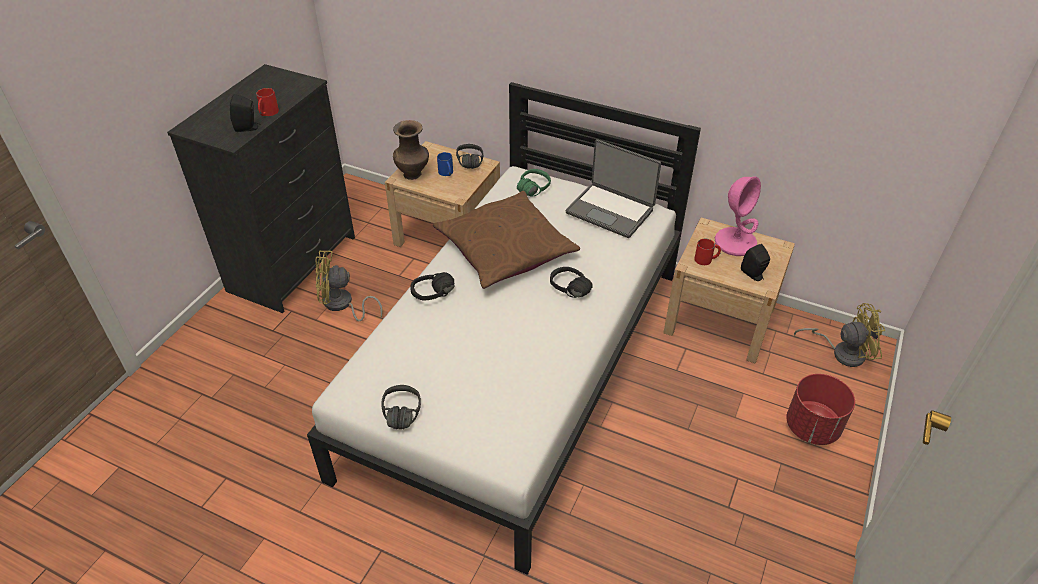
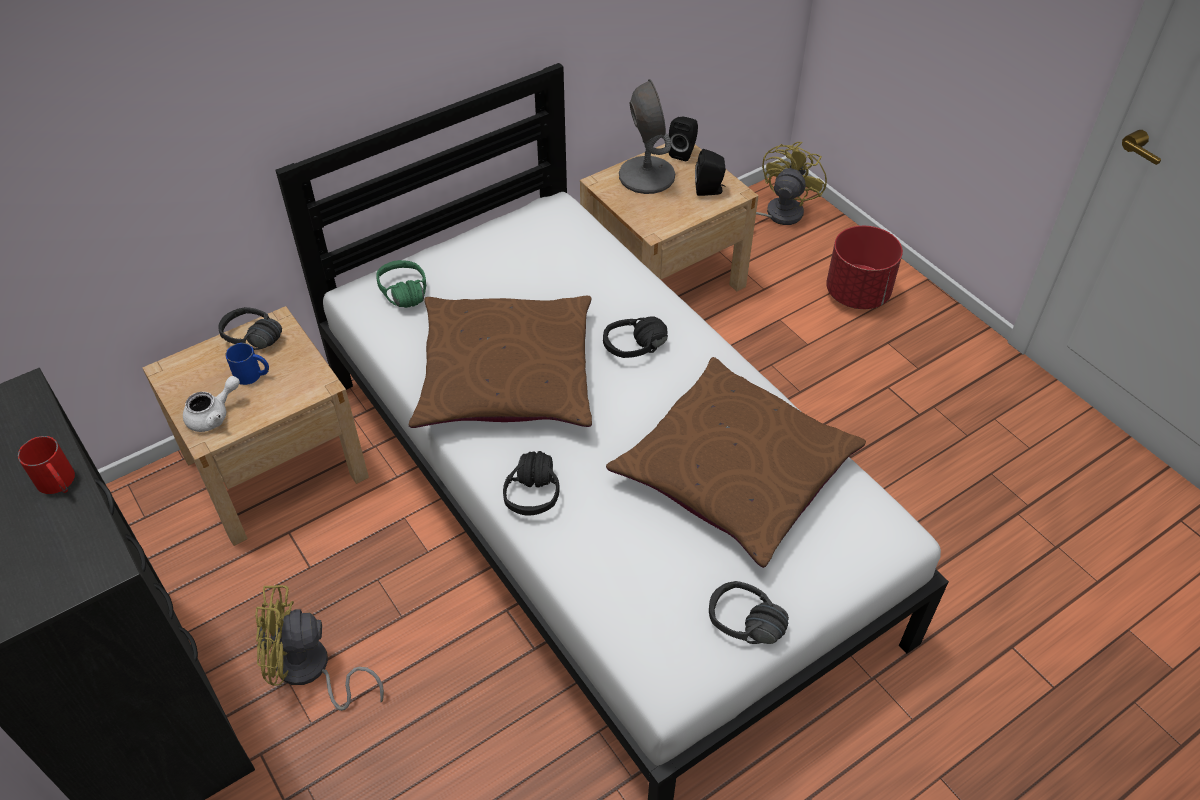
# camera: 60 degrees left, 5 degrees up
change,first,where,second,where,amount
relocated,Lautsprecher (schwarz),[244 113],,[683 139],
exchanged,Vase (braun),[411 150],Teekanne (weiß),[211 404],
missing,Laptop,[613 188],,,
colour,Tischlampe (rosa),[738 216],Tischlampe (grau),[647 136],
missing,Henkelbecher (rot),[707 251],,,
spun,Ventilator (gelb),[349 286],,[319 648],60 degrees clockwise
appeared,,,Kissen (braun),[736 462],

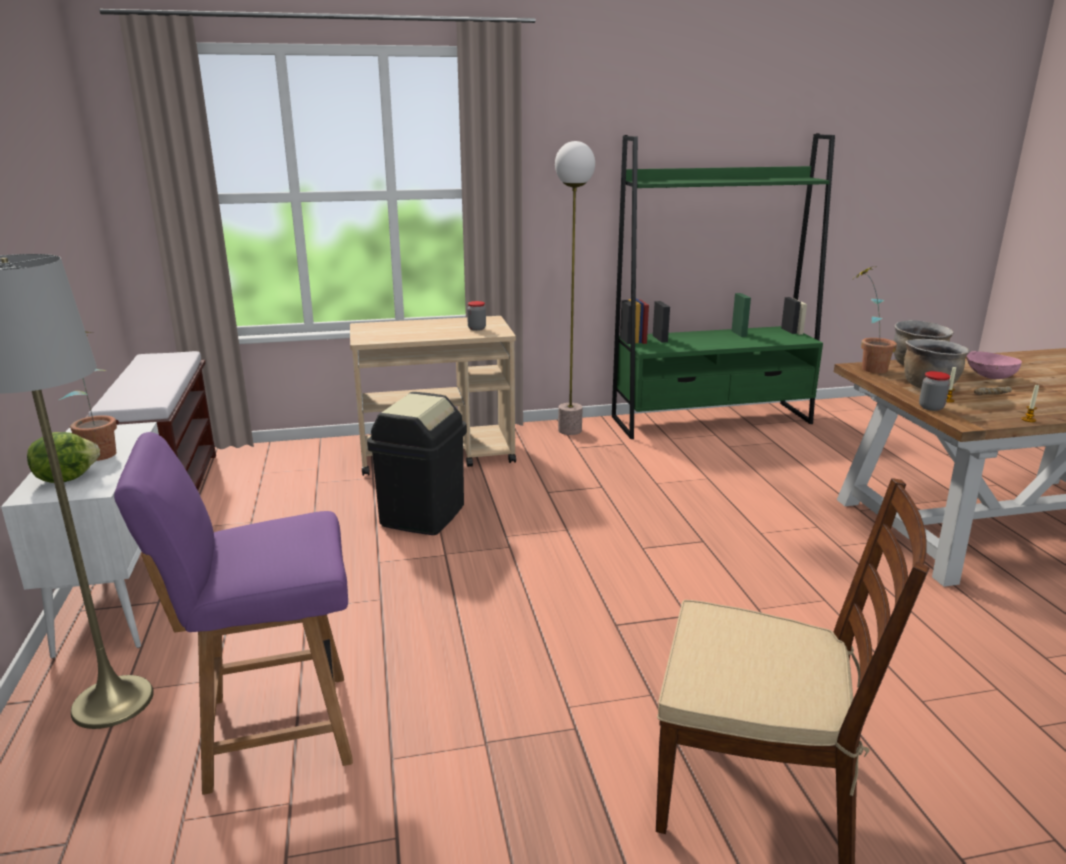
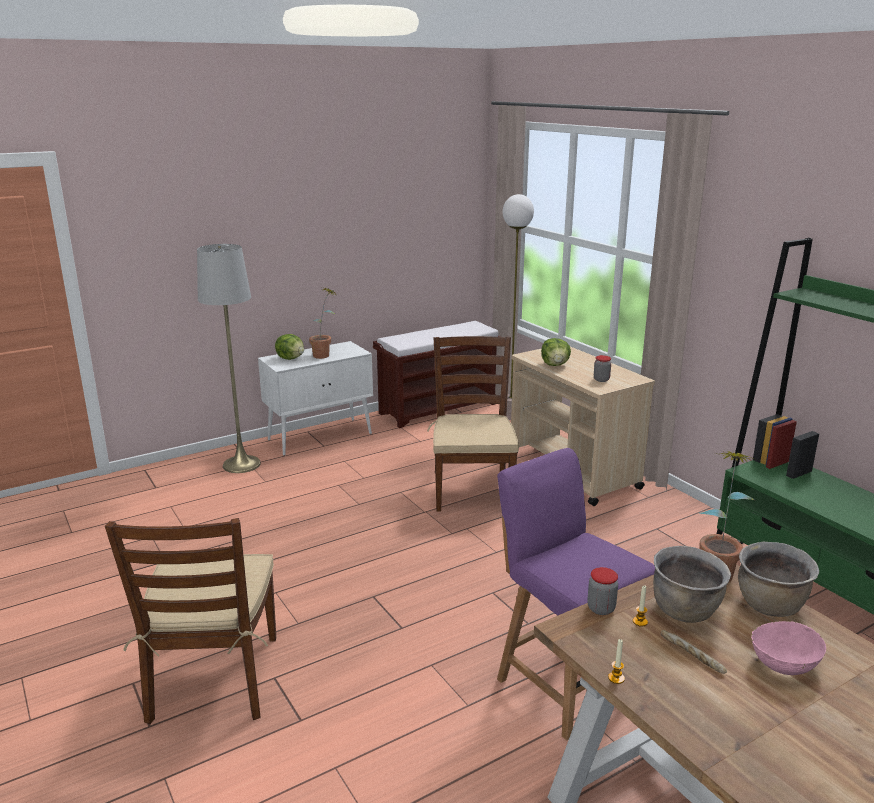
# camera: 70 degrees right, 0 degrees up
change,first,where,second,where,amount
relocated,Stehlampe,[575 288],,[518 307],
exchanged,Mülleimer (schwarz),[417 463],Stuhl (braun),[473 424],
relocated,Stuhl (lila),[233 613],,[576 594],
appeared,,,Salatkopf,[556 352],

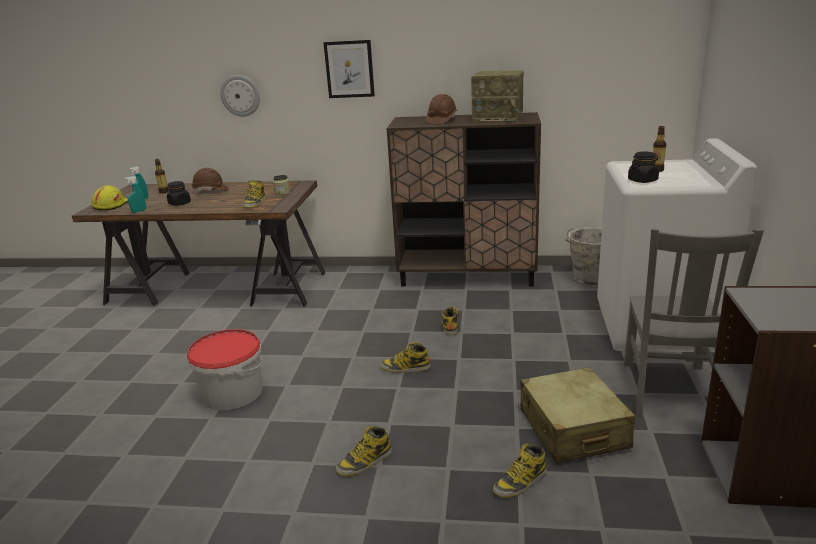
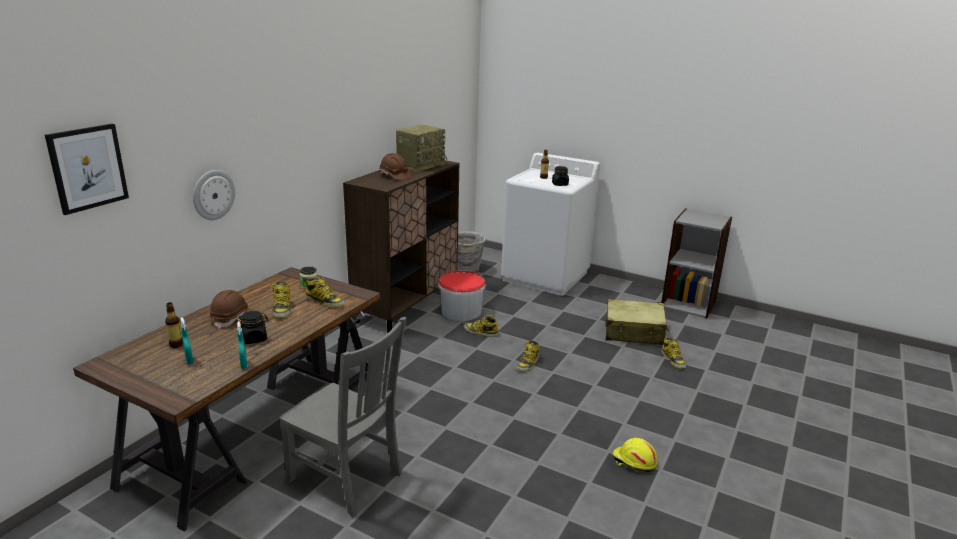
# camera: 70 degrees left, 0 degrees up
change,first,where,second,where,amount
relocated,Bild,[349 69],,[87 169],
relocated,Schutzhelm (gelb),[109 198],,[635 455],
relocated,Stuhl (grau),[694 322],,[343 417],
relocated,Eimer,[225 369],,[462 295],
relocated,Stiefel,[363 451],,[281 300],

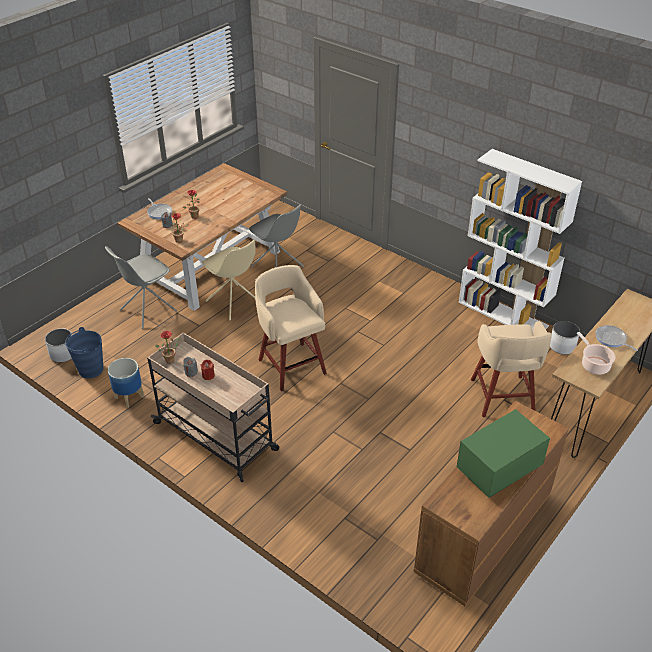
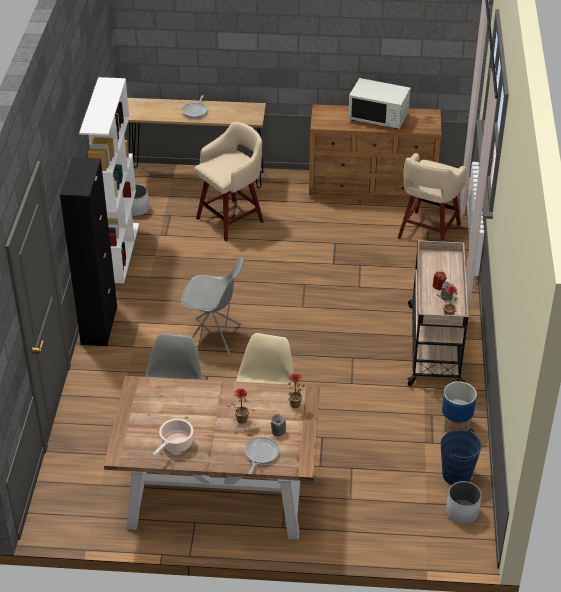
# camera: 125 degrees left, 0 degrees up
change,first,where,second,where,amount
relocated,Stuhl (grau),[141 287],,[212 306],
relocated,Hocker (beige),[291 328],,[432 196],
relocated,Kochtopf,[596 353],,[173 437],
colour,Mikrowelle (grün),[503 453],Mikrowelle (weiß),[379 103],
appeared,,,Schrank (schwarz),[88 251],

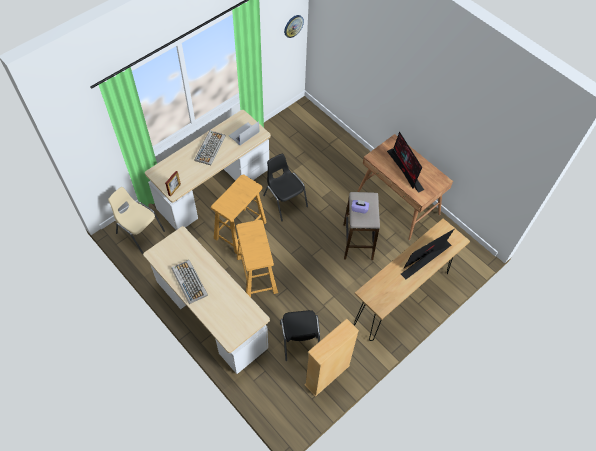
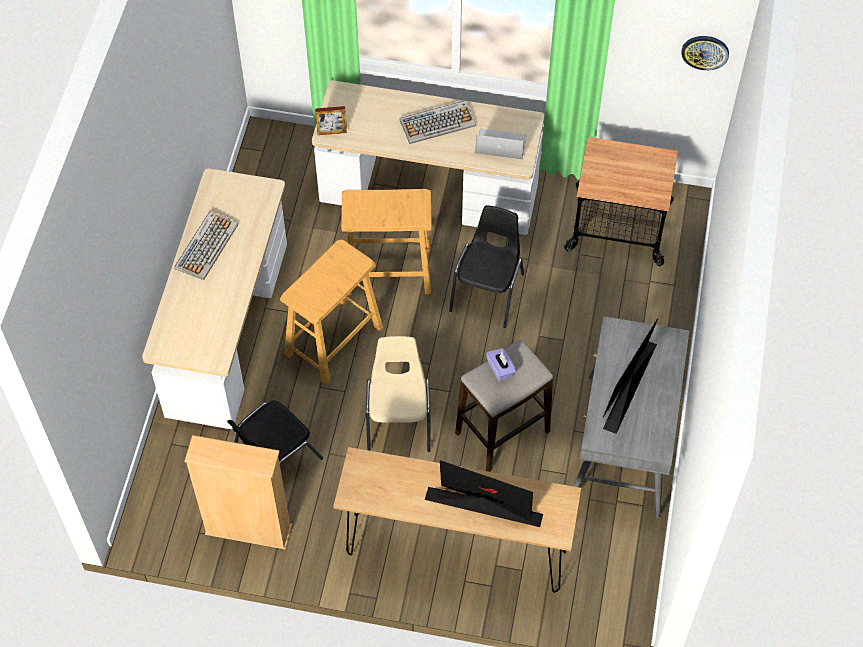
# camera: 55 degrees right, 0 degrees up
change,first,where,second,where,amount
colour,Schreibtisch (braun),[405 187],Schreibtisch (grau),[631 417],
relocated,Stuhl (beige),[136 220],,[398 394],
appeared,,,Rollwagen,[621 201],

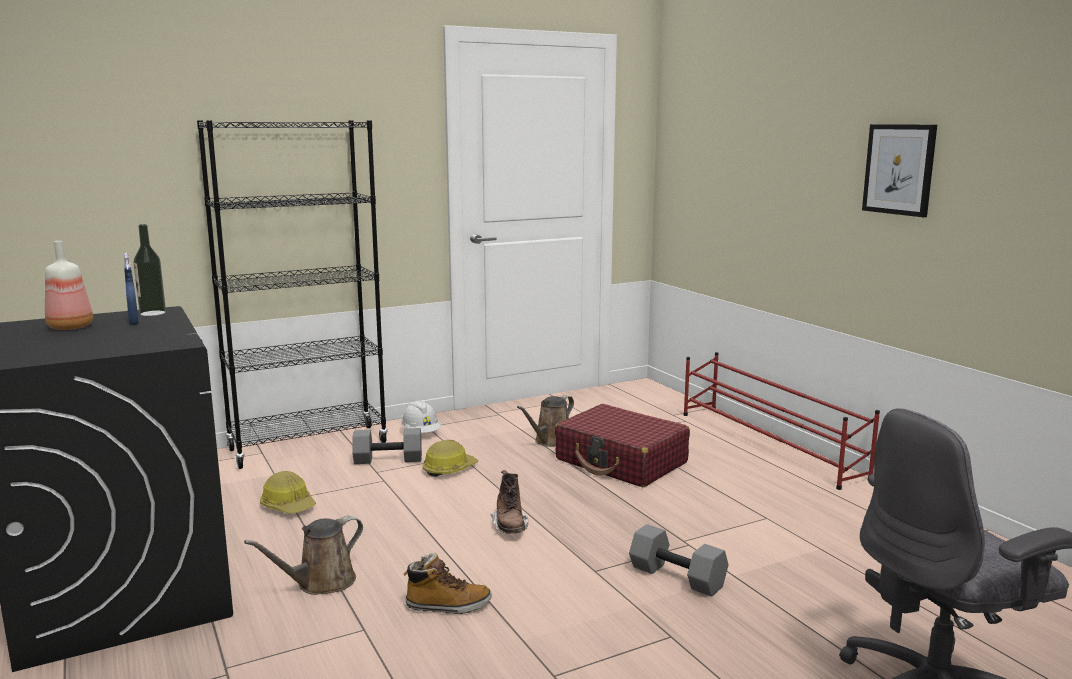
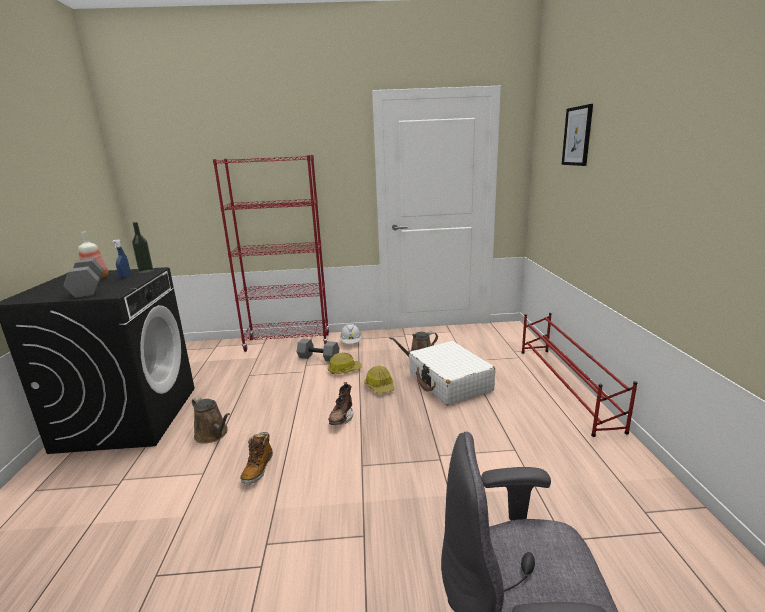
# camera: 25 degrees right, 5 degrees up
change,first,where,second,where,amount
colour,Bücherregal (schwarz),[292 294],Bücherregal (rot),[271 253],
relocated,Bild,[899 170],,[577 135],
colour,Koffer (rot),[622 445],Koffer (weiß),[452 373],
relocated,Schutzhelm,[288 492],,[379 379],
spun,Gießkanne (braun),[303 555],,[211 420],120 degrees counterclockwise
relocated,Hantel (grau),[678 560],,[84 278],
spun,Stiefel,[447 583],,[256 458],75 degrees clockwise

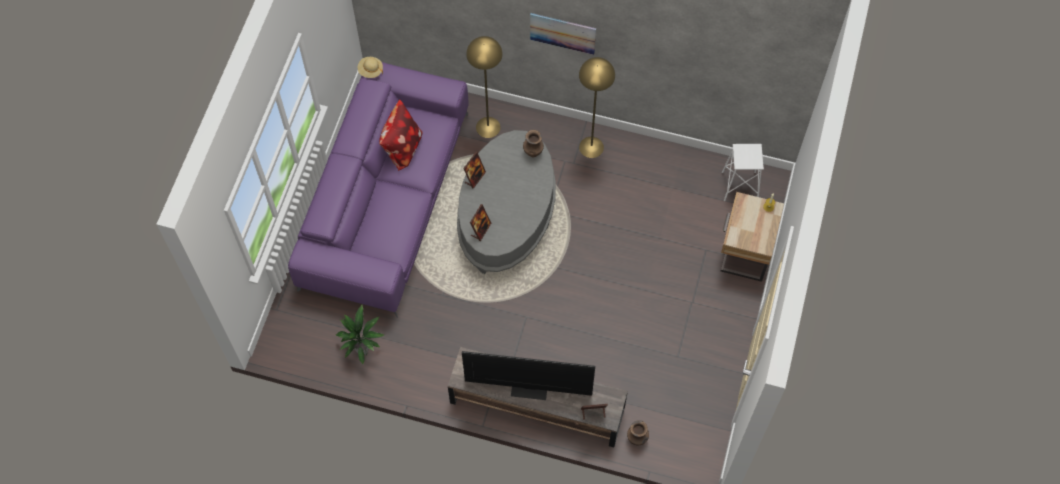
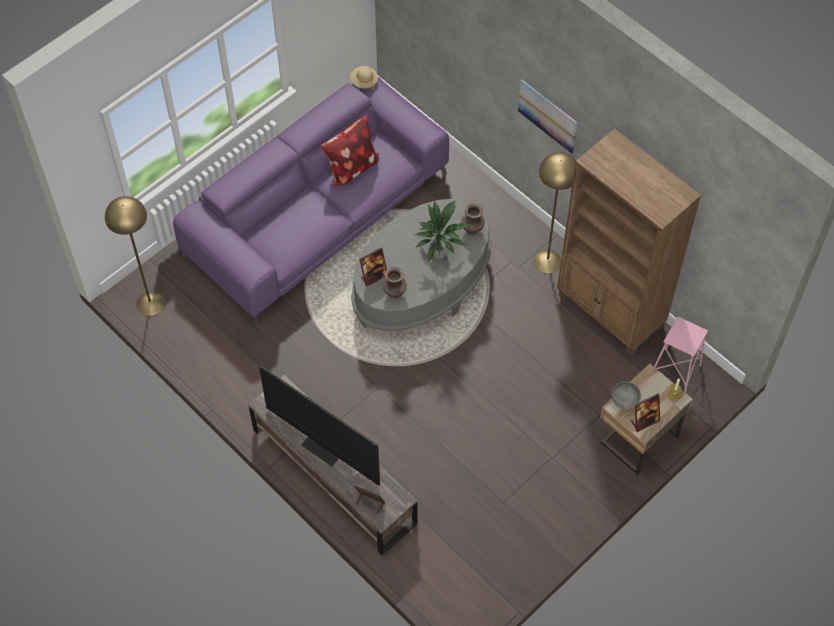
# camera: 30 degrees right, 5 degrees down
change,first,where,second,where,amount
relocated,Stehlampe (gelb),[484 87],,[135 256],
colour,Hocker (weiß),[743 172],Hocker (rosa),[681 355],
relocated,Bilderrahmen,[474 170],,[645 413],
relocated,Topfpflanze,[360 334],,[442 231],
relocated,Vase (braun),[638 433],,[395 283],
appeared,,,Bücherregal (braun),[629 242],
appeared,,,Schüssel (grau),[626 395],

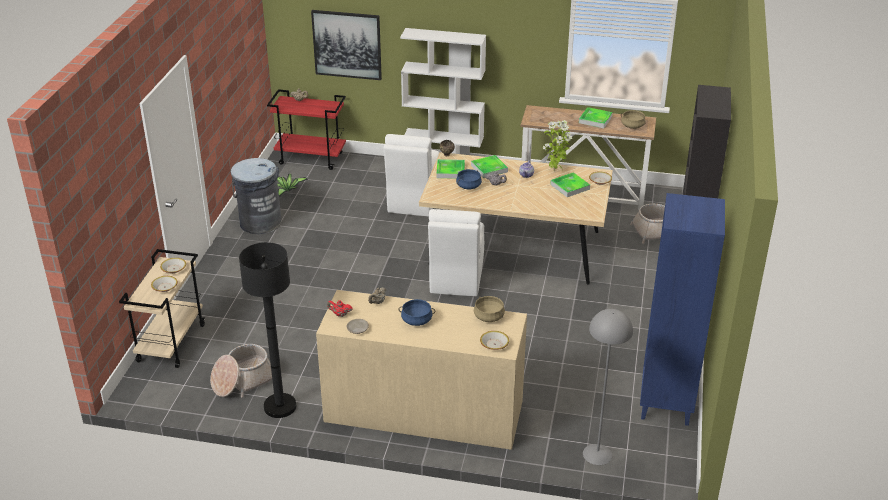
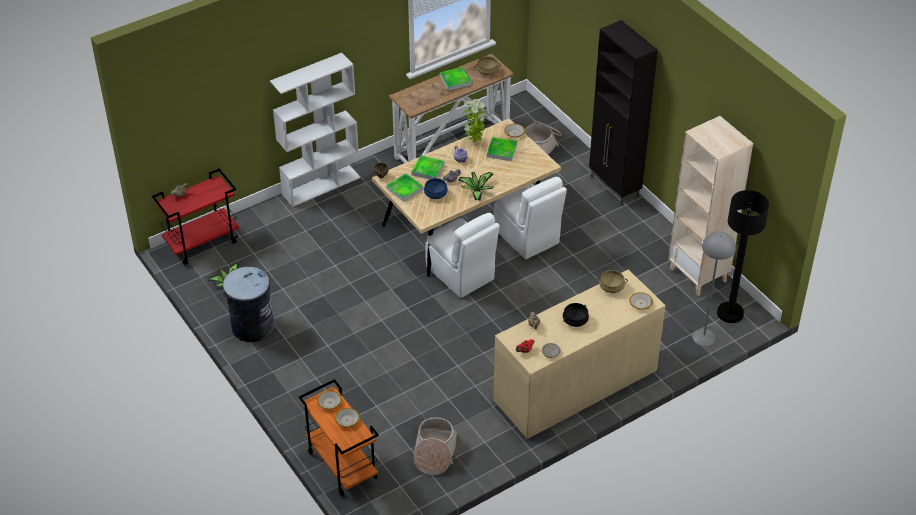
# camera: 45 degrees left, 10 degrees up
change,first,where,second,where,amount
missing,Bild,[346 45],,,
relocated,Stuhl (weiß),[411 175],,[530 218],
colour,Bücherregal (blau),[682 309],Bücherregal (beige),[710 206],
relocated,Stehlampe (schwarz),[267 330],,[743 256],
colour,Rollwagen (beige),[162 308],Rollwagen (orange),[339 438],
colour,Kochtopf (blau),[417 312],Kochtopf (schwarz),[576 315],
appeared,,,Topfpflanze,[475 186],

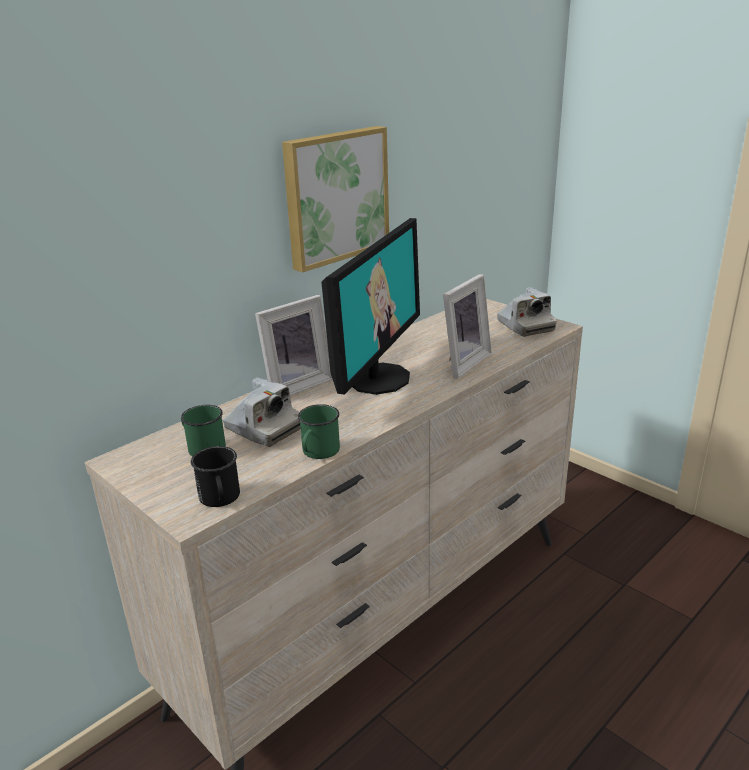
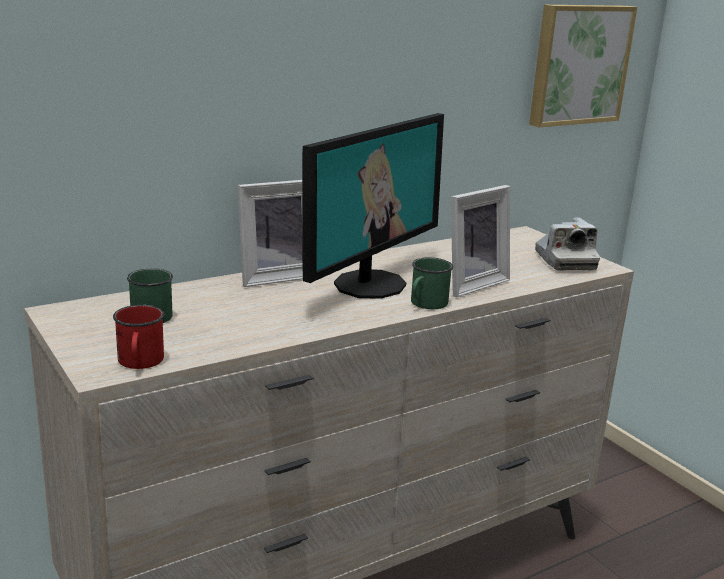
# camera: 10 degrees right, 5 degrees down
change,first,where,second,where,amount
relocated,Bild,[335 199],,[583 66],
missing,Kamera,[261 412],,,
relocated,Henkelbecher (grün),[319 431],,[432 283],
colour,Henkelbecher (schwarz),[215 476],Henkelbecher (rot),[138 337],

